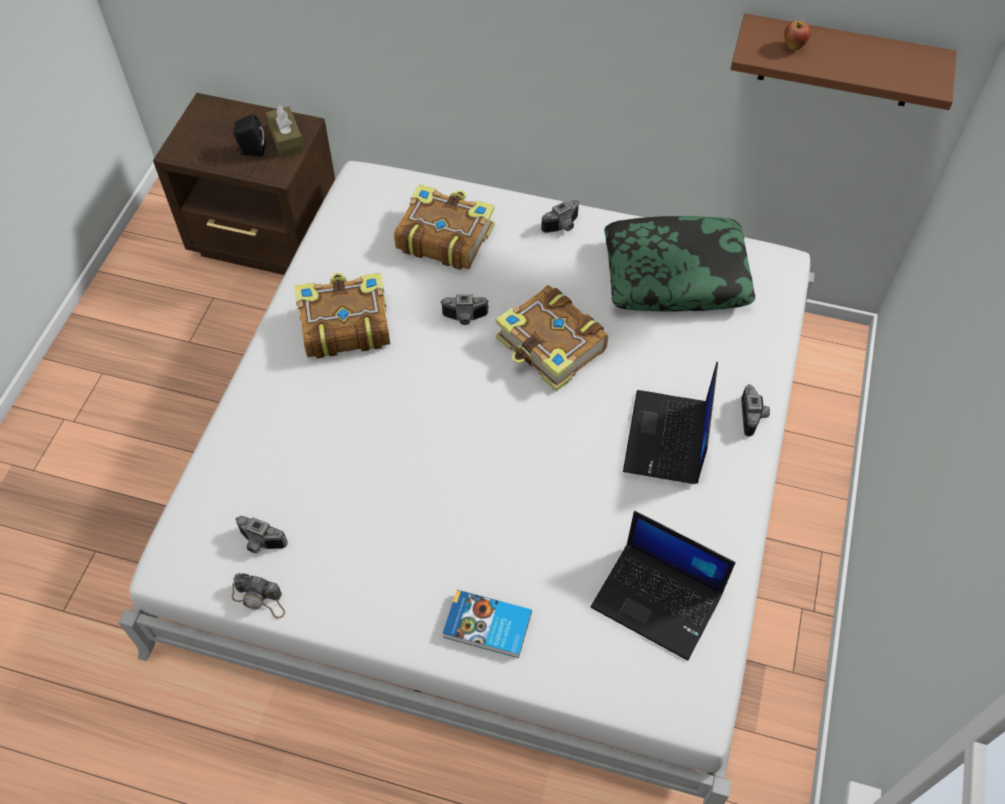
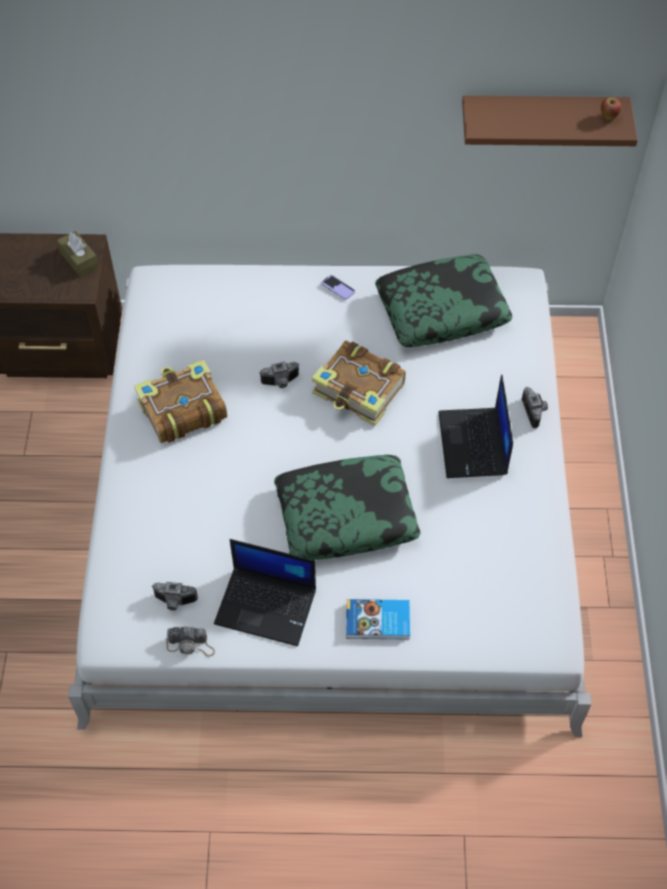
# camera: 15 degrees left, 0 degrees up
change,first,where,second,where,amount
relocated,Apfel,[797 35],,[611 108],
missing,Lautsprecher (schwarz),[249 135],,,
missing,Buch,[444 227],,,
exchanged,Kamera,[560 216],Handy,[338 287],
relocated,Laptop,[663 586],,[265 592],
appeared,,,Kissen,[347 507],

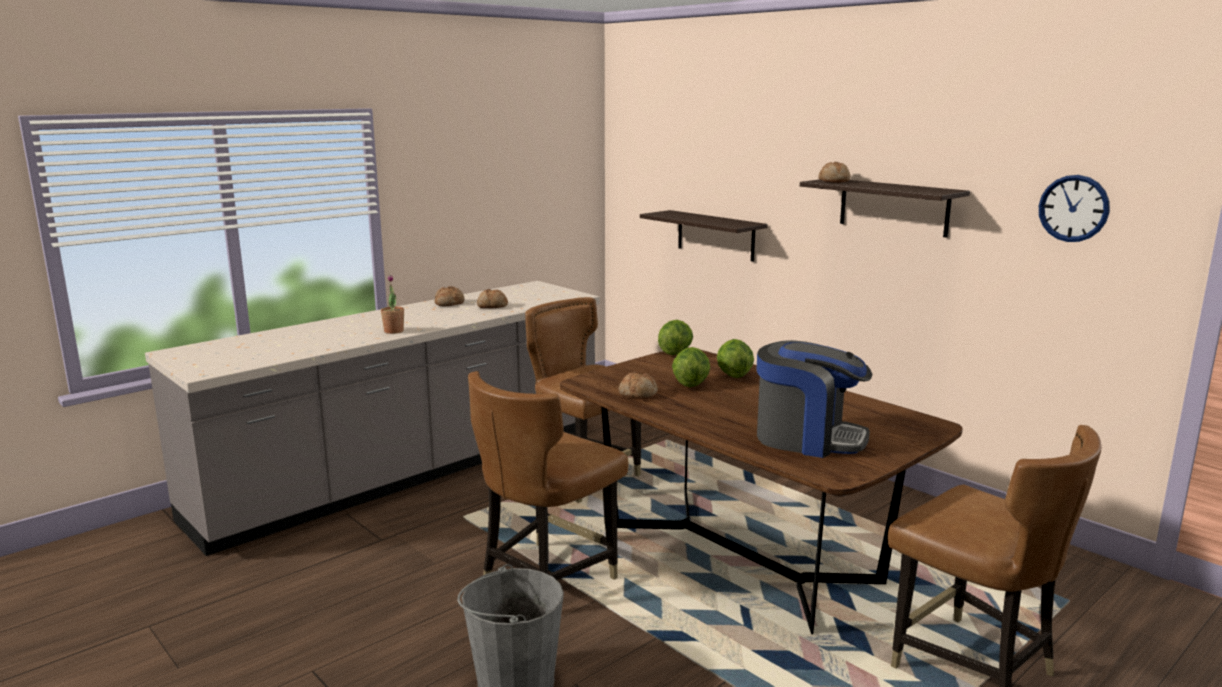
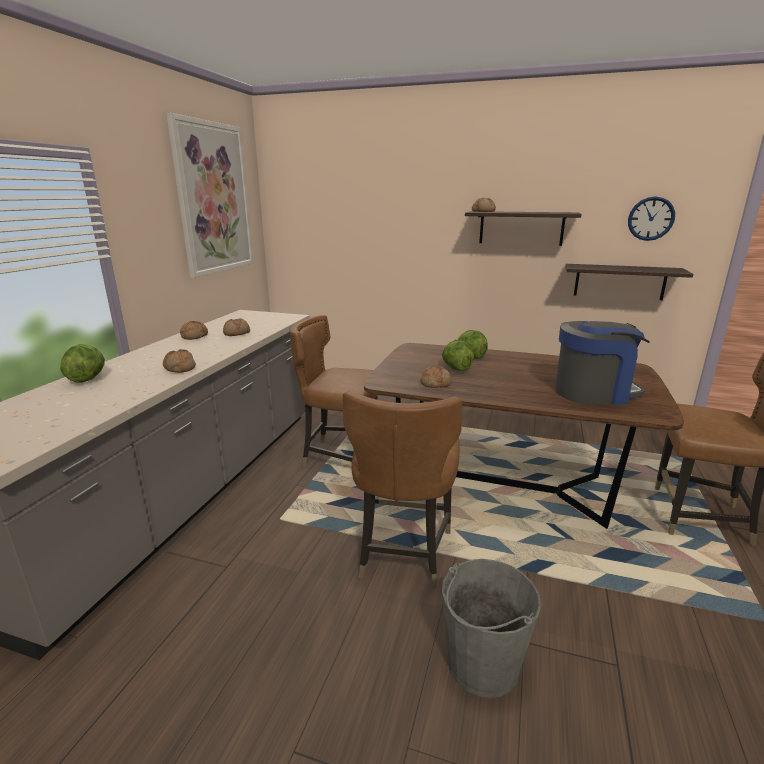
# camera: 30 degrees left, 5 degrees up
change,first,where,second,where,amount
relocated,Wandregal,[704 236],,[629 282],
exchanged,Topfpflanze,[392 304],Brot,[179 361],
relocated,Salatkopf,[675 337],,[82 363],
appeared,,,Bild,[210 195],

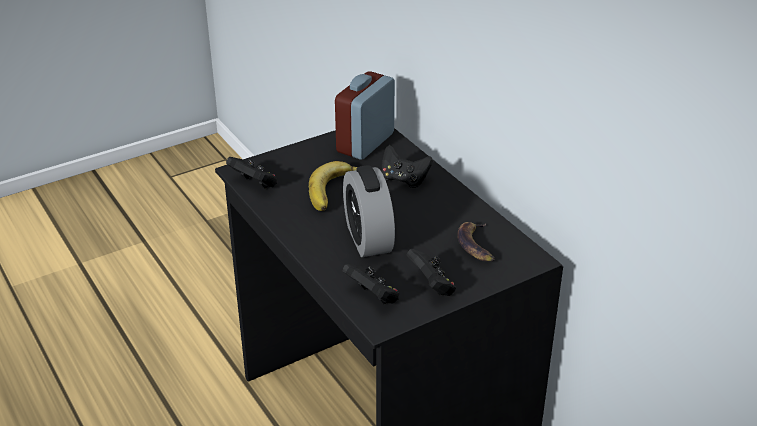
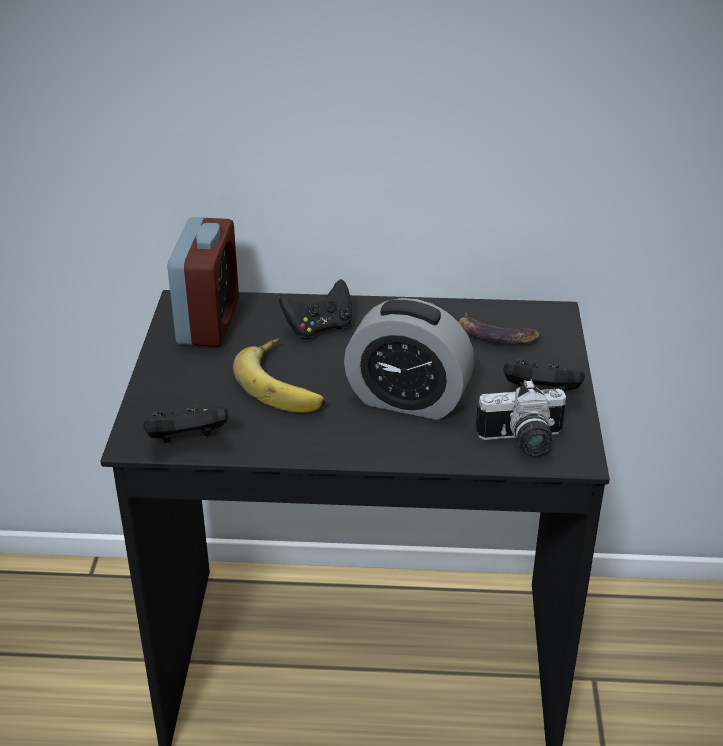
# camera: 55 degrees left, 0 degrees up
change,first,where,second,where,amount
spun,Wecker,[365 115],,[203 282],150 degrees counterclockwise
exchanged,Gamepad (schwarz),[370 283],Kamera,[521 417],

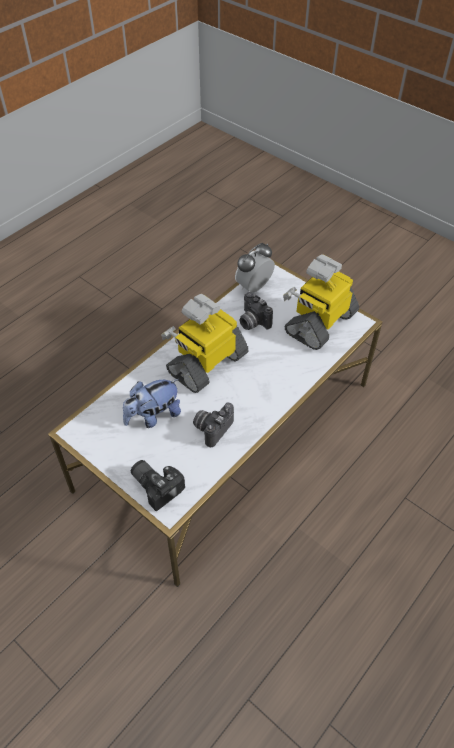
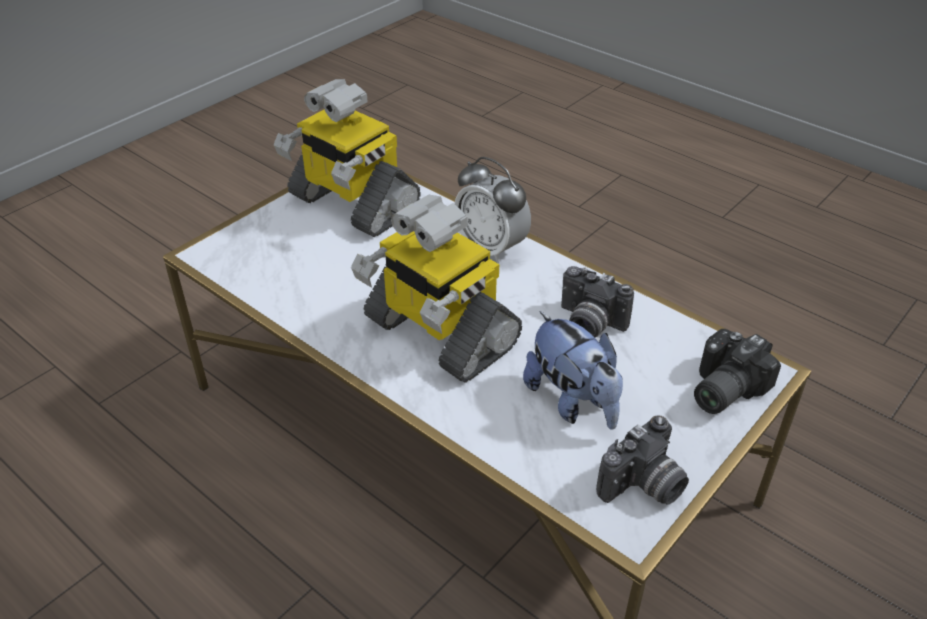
# camera: 90 degrees left, 10 degrees down
change,first,where,second,where,amount
relocated,Wecker,[255 268],,[492 210],
relocated,Kamera,[256 311],,[642 460],

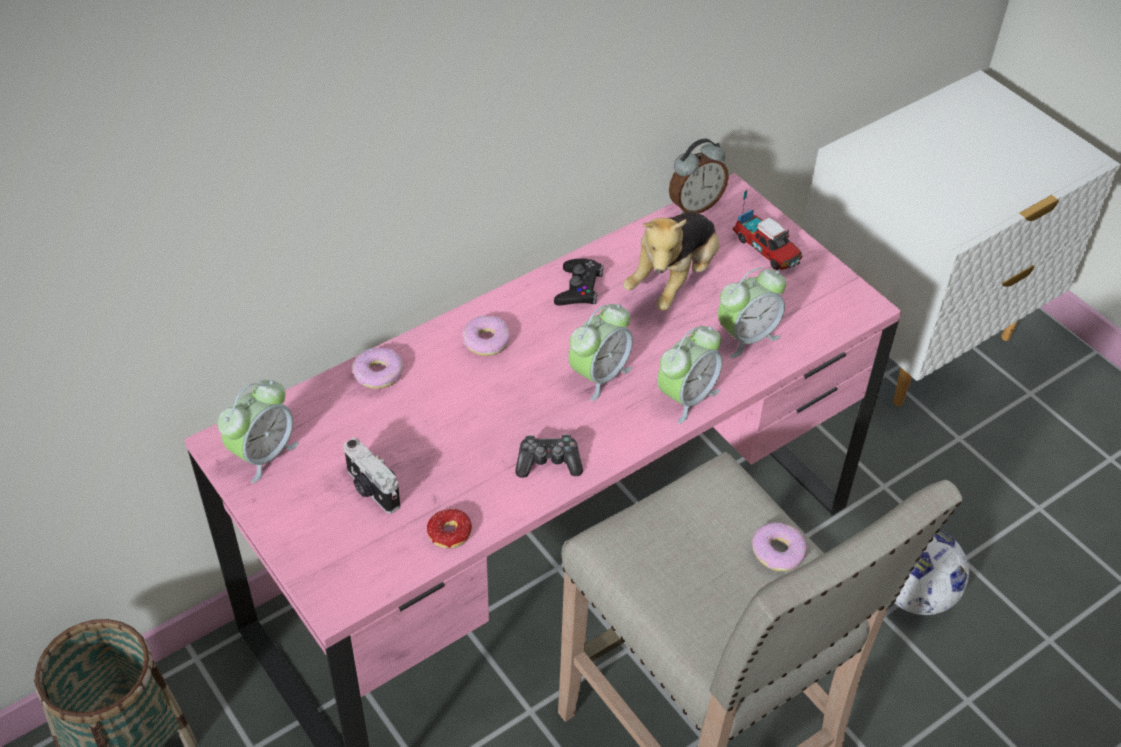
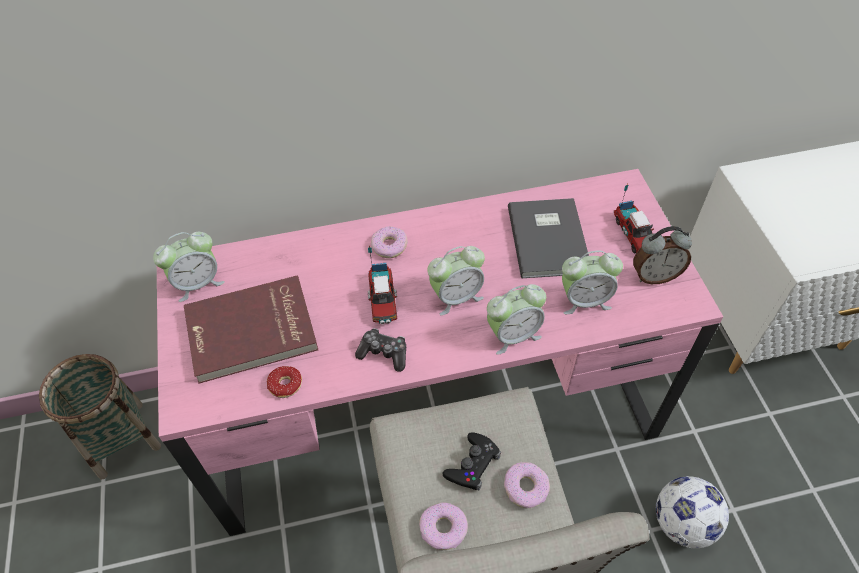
# camera: 25 degrees right, 5 degrees up
change,first,where,second,where,amount
relocated,Wecker,[699 176],,[662 255],
exchanged,Plüschtier,[671 261],Buch (grau),[548 238],
relocated,Gamepad (schwarz),[579 281],,[472 461],
relocated,Donut,[378 368],,[443 526],
exchanged,Kamera,[371 475],Buch (rot),[251 329],
appeared,,,Spielzeuglaster,[382 285],

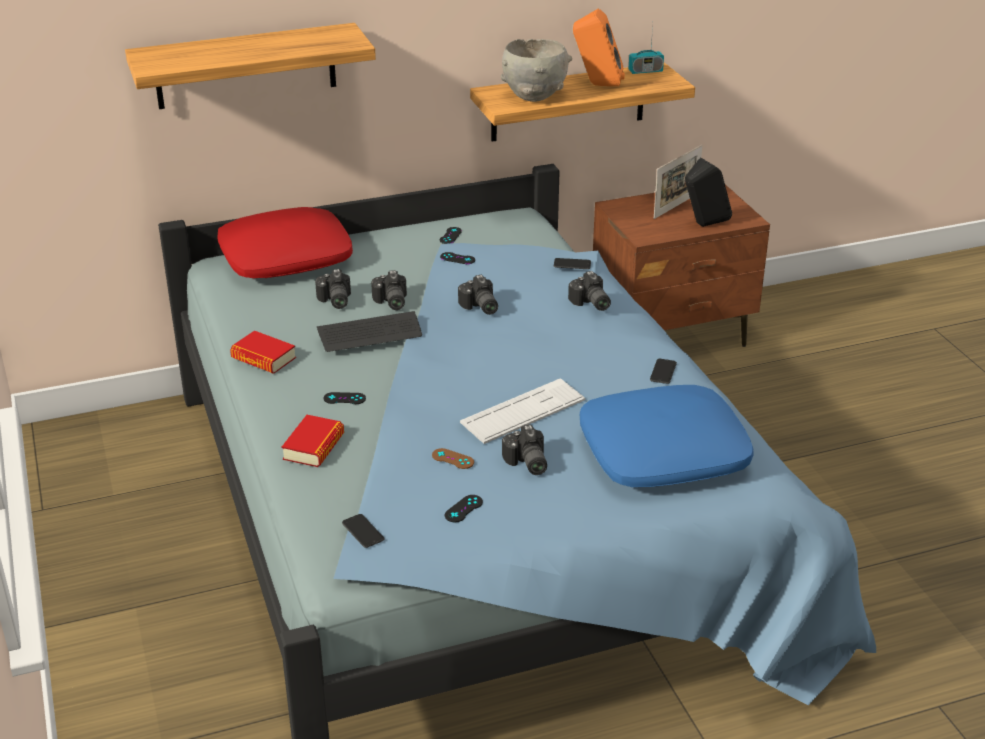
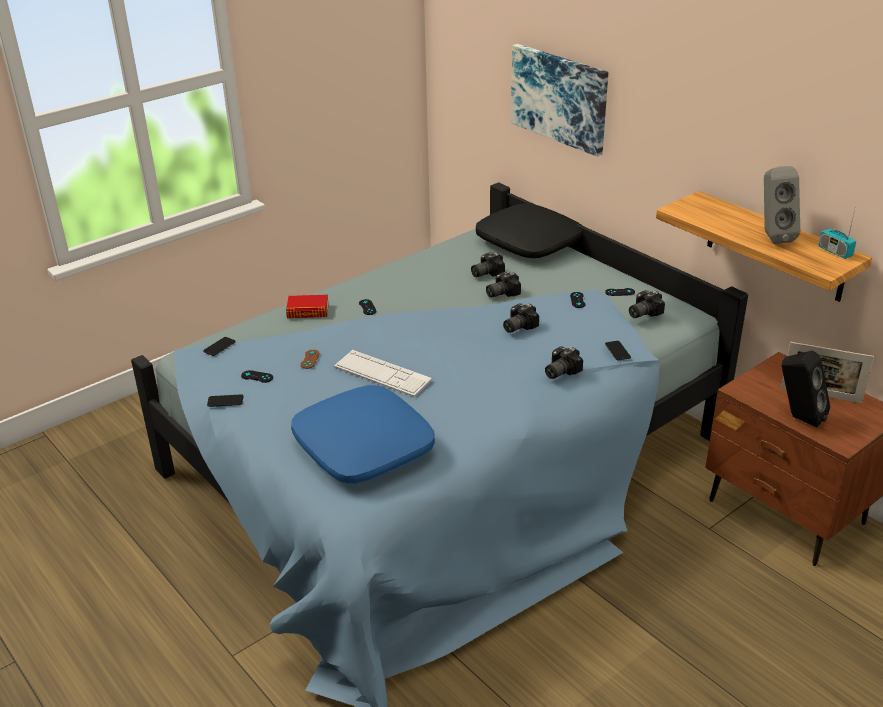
# camera: 70 degrees right, 0 degrees up
change,first,where,second,where,amount
colour,Lautsprecher (orange),[599 47],Lautsprecher (grau),[782 205],
exchanged,Wandregal,[250 66],Bild,[559 100],
missing,Schüssel (grau),[536 70],,,
colour,Kissen (rot),[285 242],Kissen (schwarz),[529 230],
missing,Tastatur,[369 331],,,
missing,Buch,[263 352],,,
relocated,Handy,[663 371],,[225 400],
relocated,Kamera,[524 450],,[647 304],

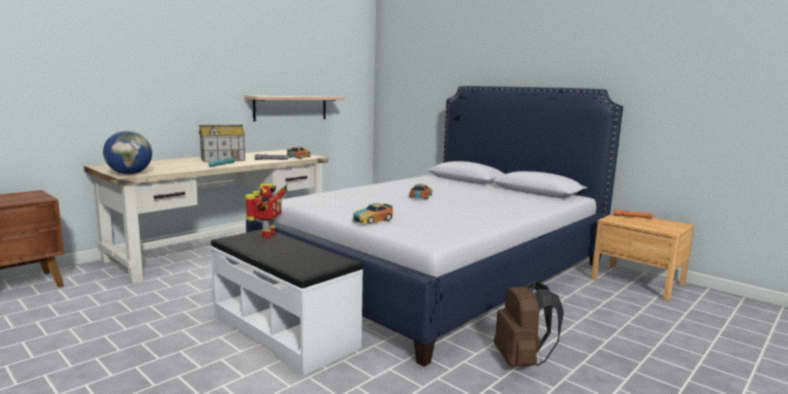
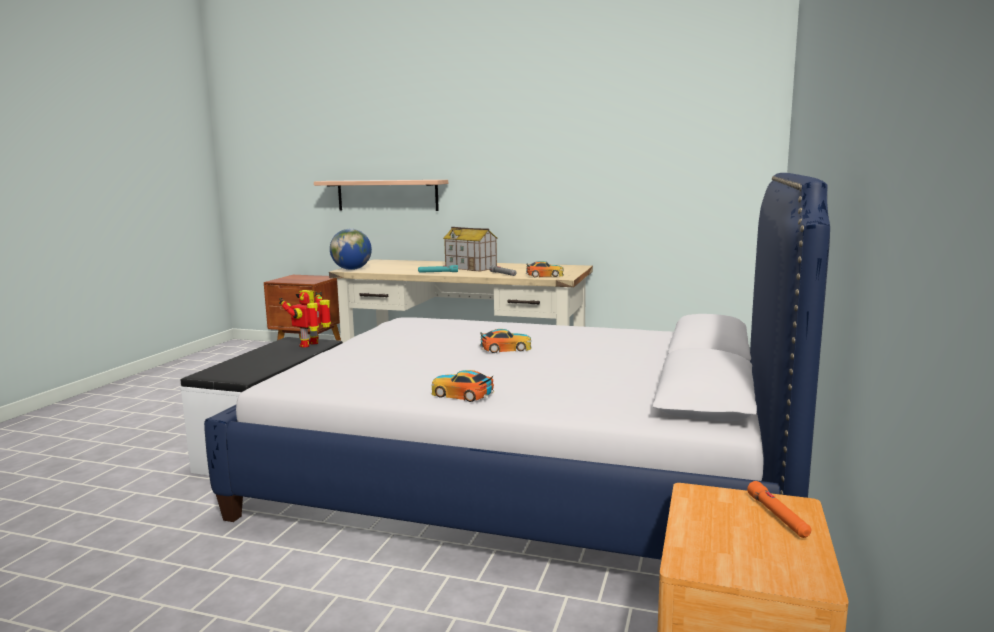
# camera: 65 degrees right, 0 degrees up
change,first,where,second,where,amount
relocated,Wandregal,[294 108],,[381 195],
spun,Spielzeugroboter,[266 211],,[305 319],135 degrees clockwise
relocated,Spielzeugauto,[373 213],,[463 386],
missing,Rucksack (braun),[529 324],,,

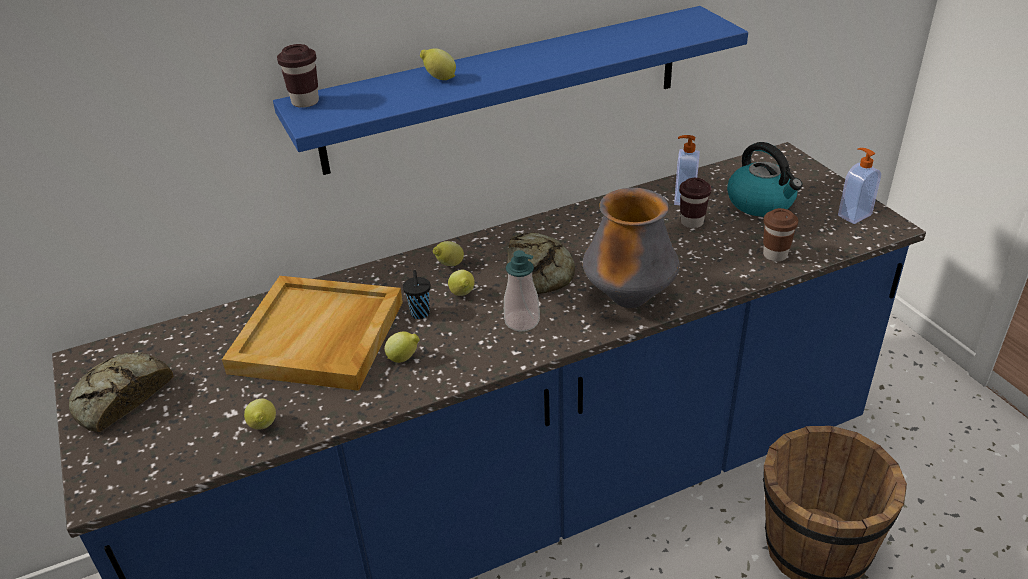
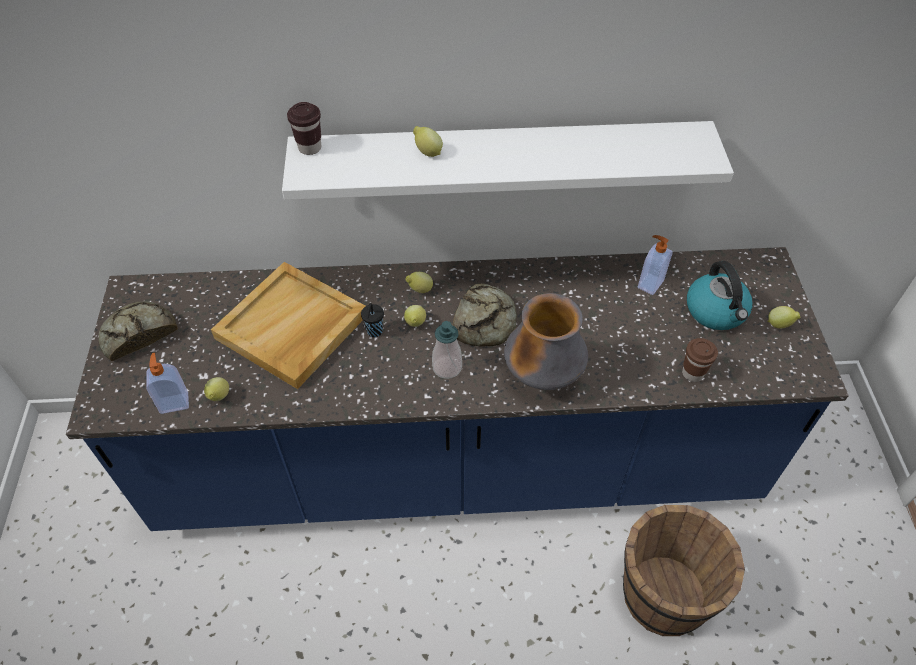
# camera: 20 degrees right, 15 degrees up
change,first,where,second,where,amount
colour,Wandregal (blau),[510 90],Wandregal (weiß),[508 160],
relocated,Seifenspender,[859 186],,[167 383],
missing,Tasse (braun),[695 203],,,
relocated,Zitrone,[402 347],,[784 317],

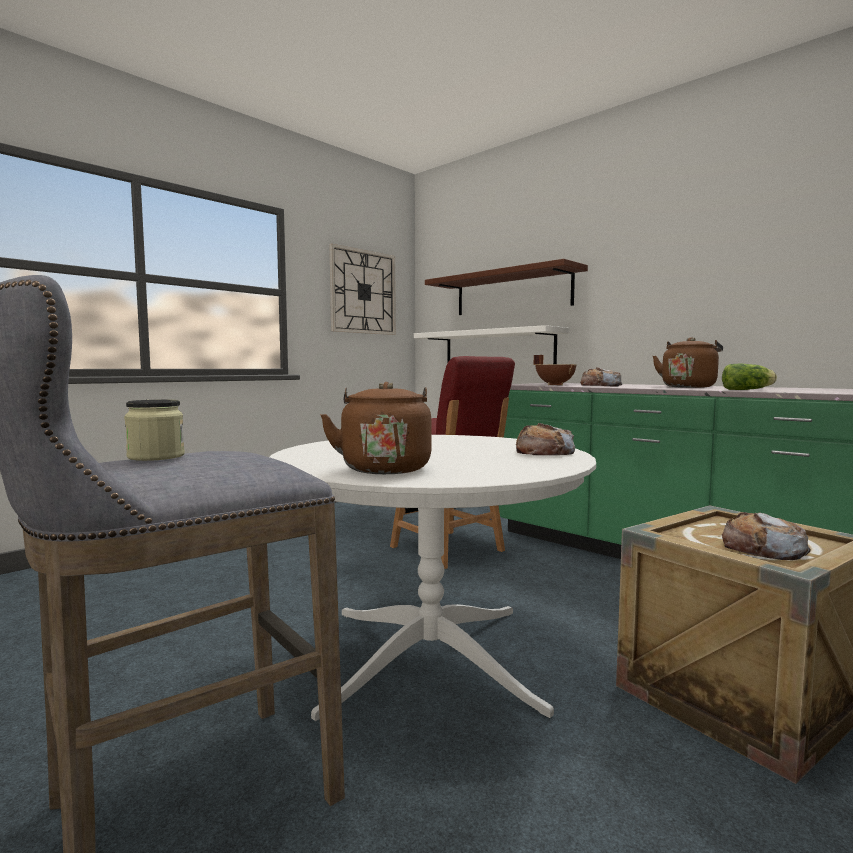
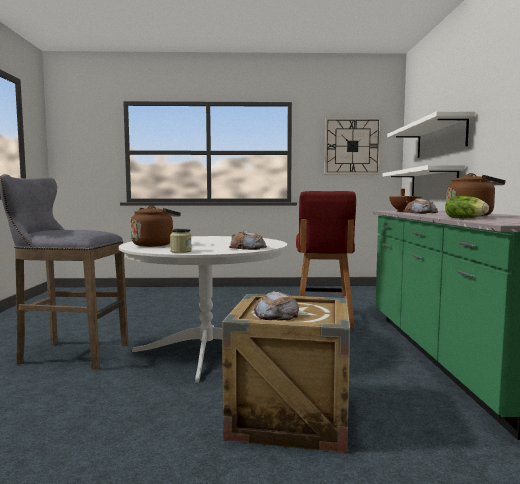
# camera: 45 degrees right, 0 degrees up
change,first,where,second,where,amount
colour,Wandregal (braun),[506 287],Wandregal (weiß),[431 134],
relocated,Vorratsglas,[154 430],,[181 241],

